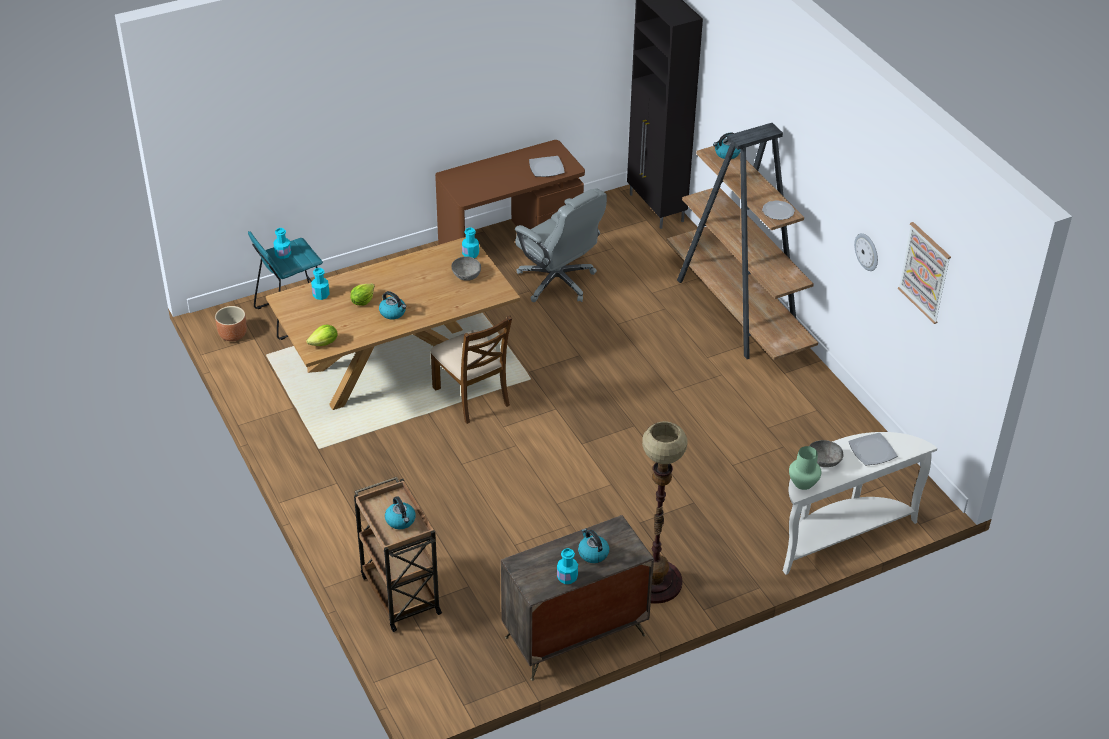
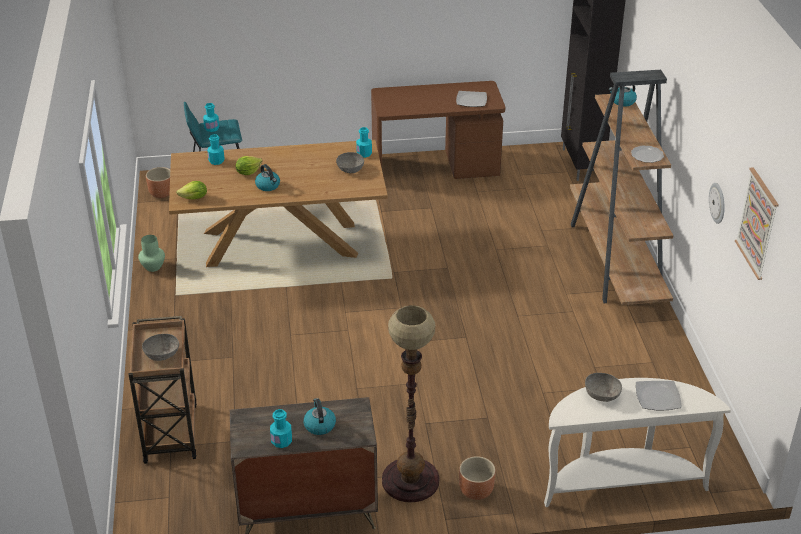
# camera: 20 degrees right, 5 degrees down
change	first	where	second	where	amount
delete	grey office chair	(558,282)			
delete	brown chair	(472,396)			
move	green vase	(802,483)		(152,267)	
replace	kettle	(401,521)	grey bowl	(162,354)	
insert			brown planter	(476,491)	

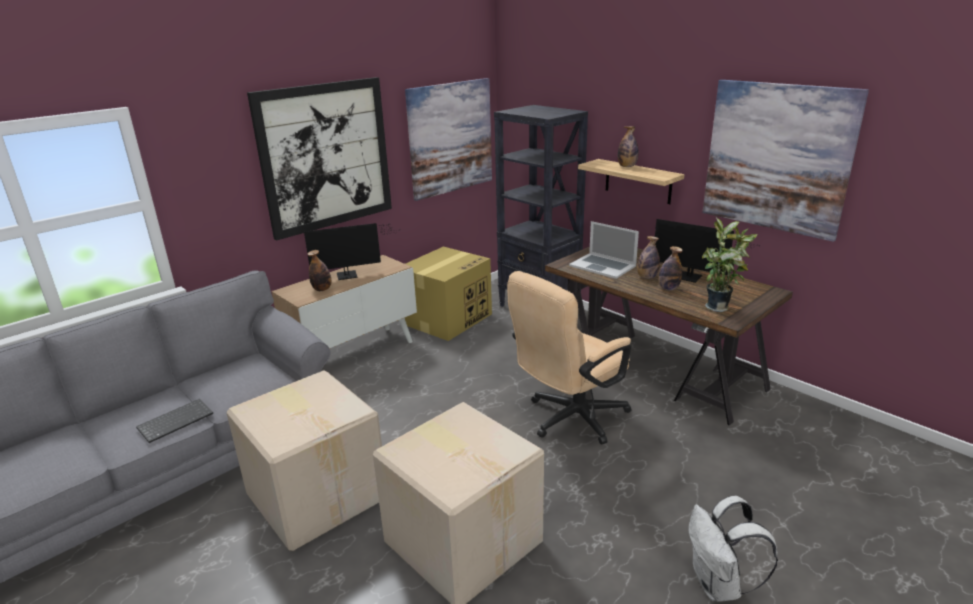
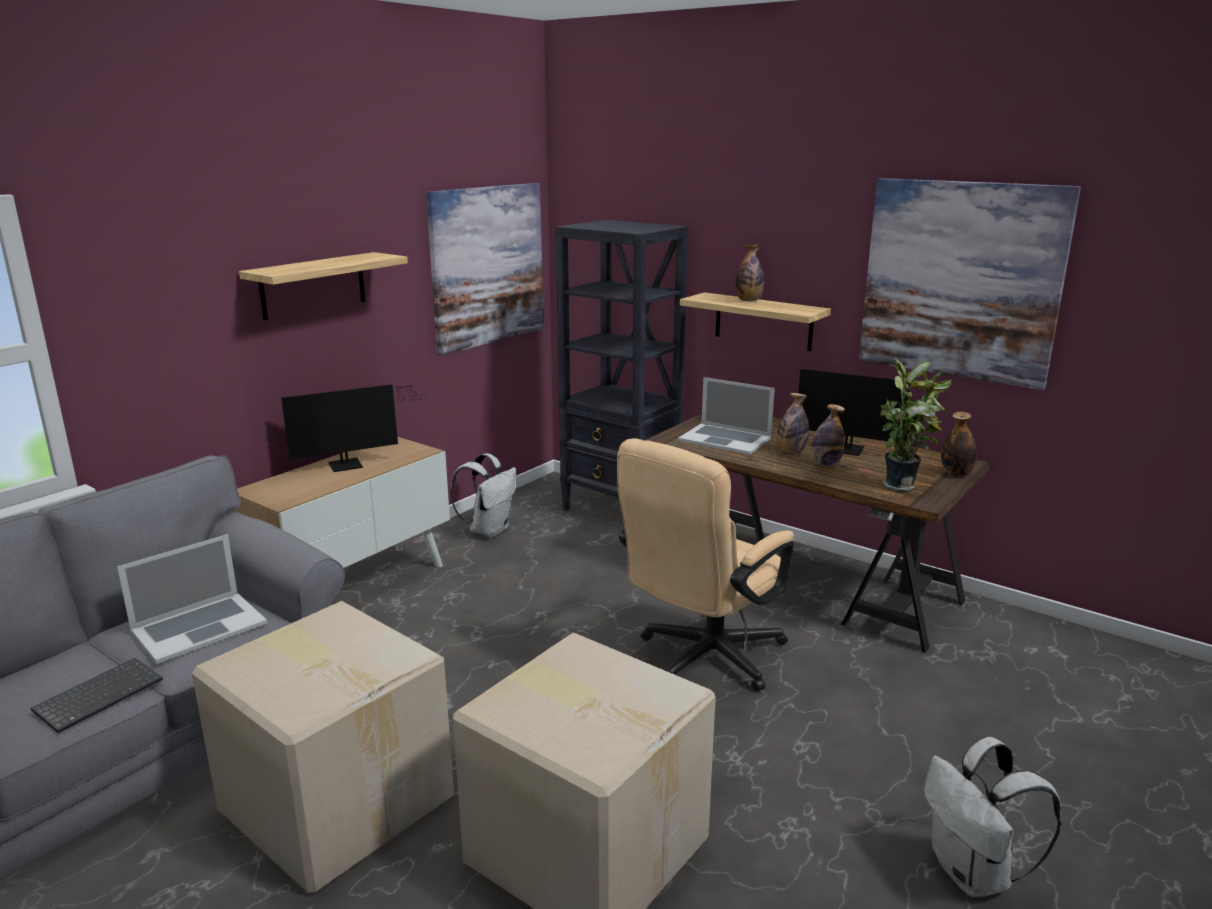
# camera: 10 degrees left, 5 degrees down
change	first	where	second	where	amount
replace	picture	(326,156)	shelf	(313,285)	
replace	cardboard box	(447,318)	white backpack	(489,530)	
move	bottle	(322,289)		(956,473)	
insert			laptop	(199,627)	

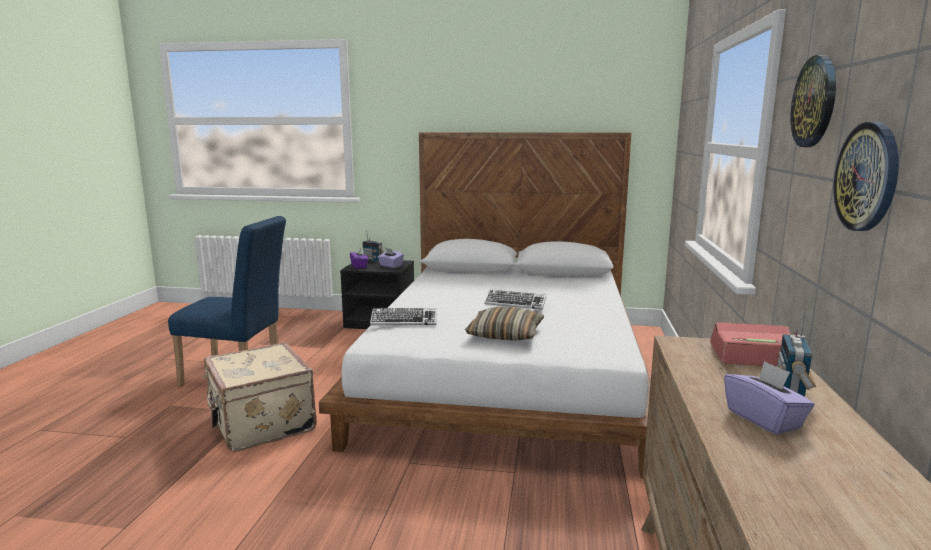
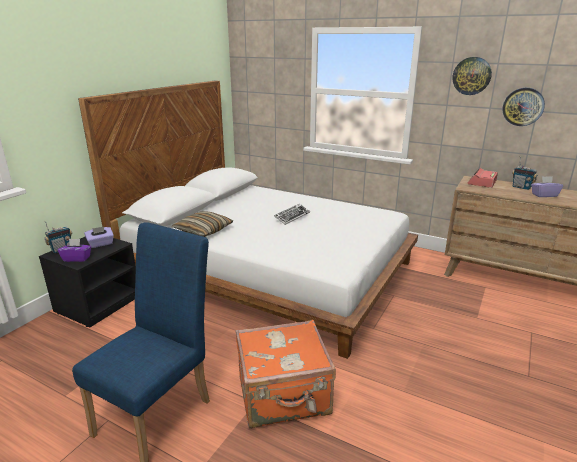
# camera: 70 degrees left, 10 degrees up
change	first	where	second	where	amount
move	pillow	(505,334)		(203,230)	
delete	keyboard	(404,321)			
recolor	beige suitcase	(260,424)	orange suitcase	(284,396)	

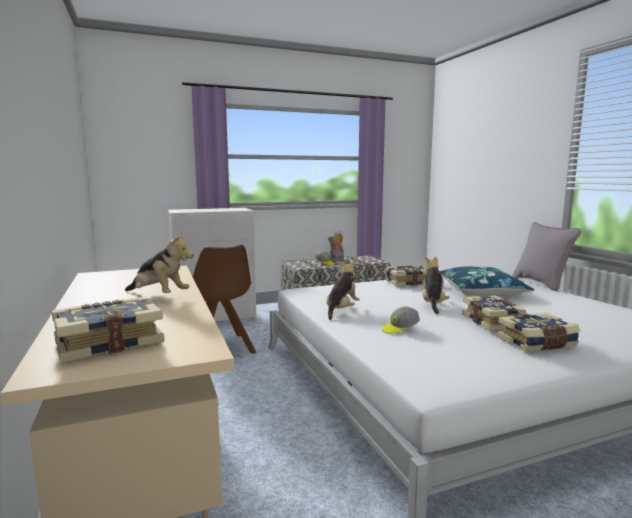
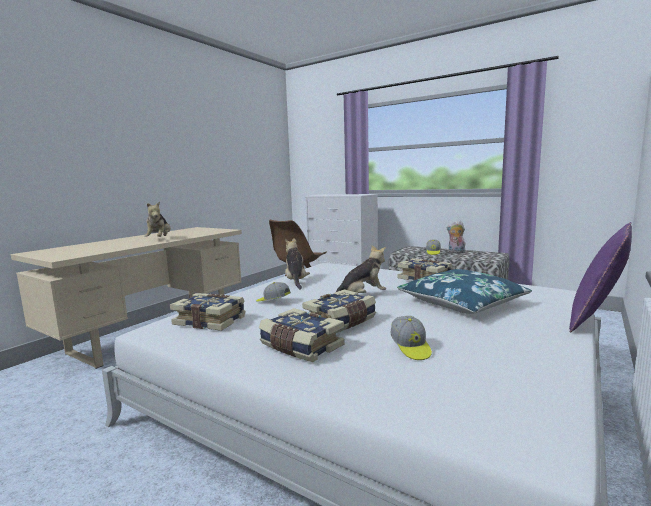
# camera: 55 degrees right, 0 degrees up
change	first	where	second	where	amount
recolor	grey pillow	(541,283)	purple pillow	(596,321)	
rotate	plush toy	(341,310)		(296,281)	90 degrees counterclockwise
move	book	(109,342)		(210,321)	
insert			cap	(410,348)	

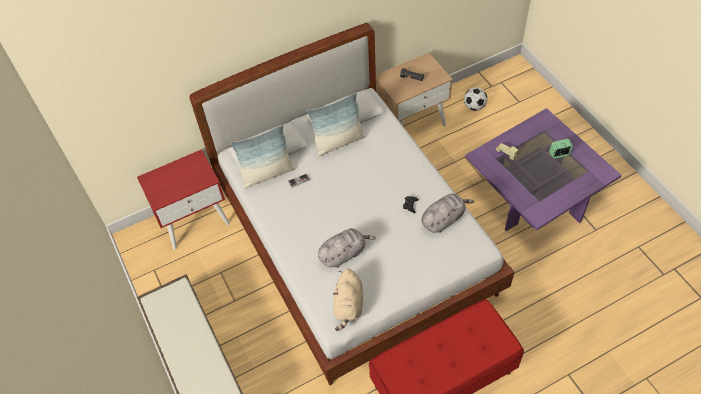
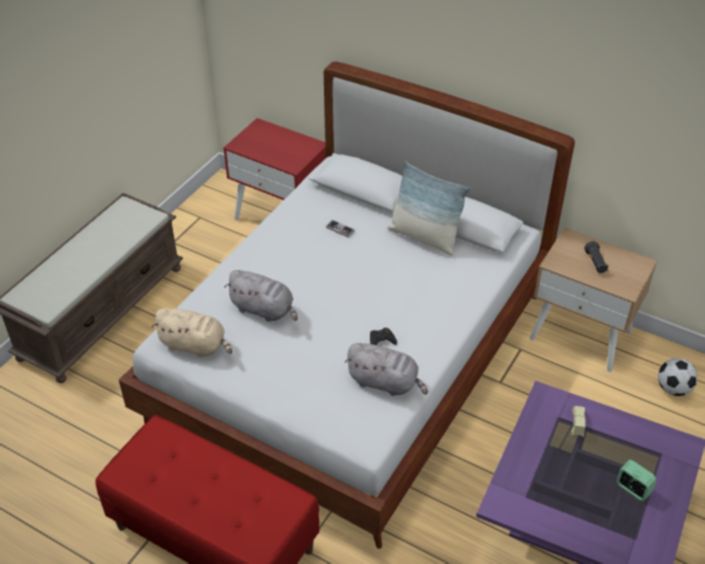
# camera: 55 degrees right, 10 degrees down
change	first	where	second	where	amount
delete	pillow	(267,174)			
rotate	beige plush toy	(348,306)		(195,345)	135 degrees counterclockwise

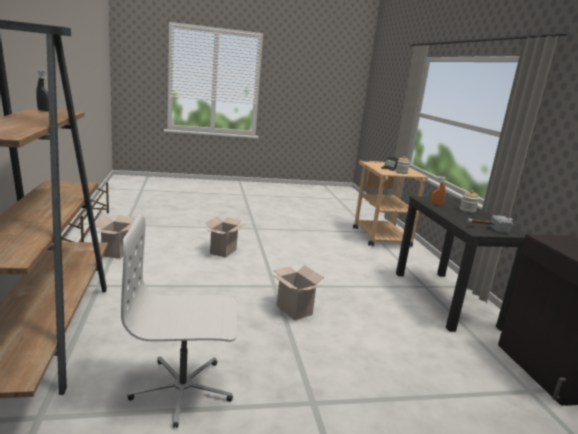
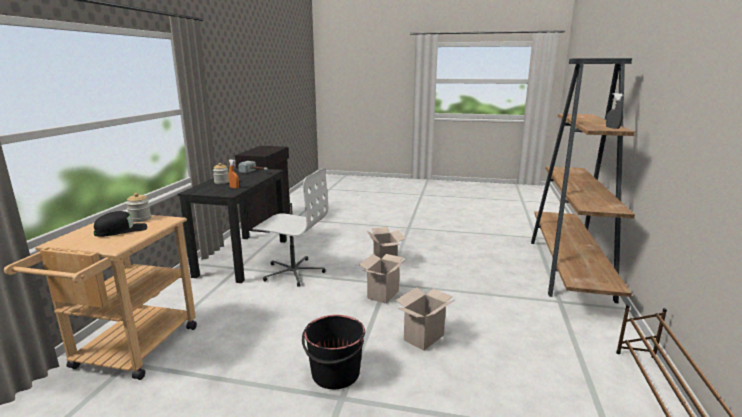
# camera: 155 degrees left, 0 degrees up
change	first	where	second	where	amount
move	cardboard box	(117,253)		(382,294)	
move	white office chair	(183,390)		(293,272)	
insert			black bucket	(335,374)	

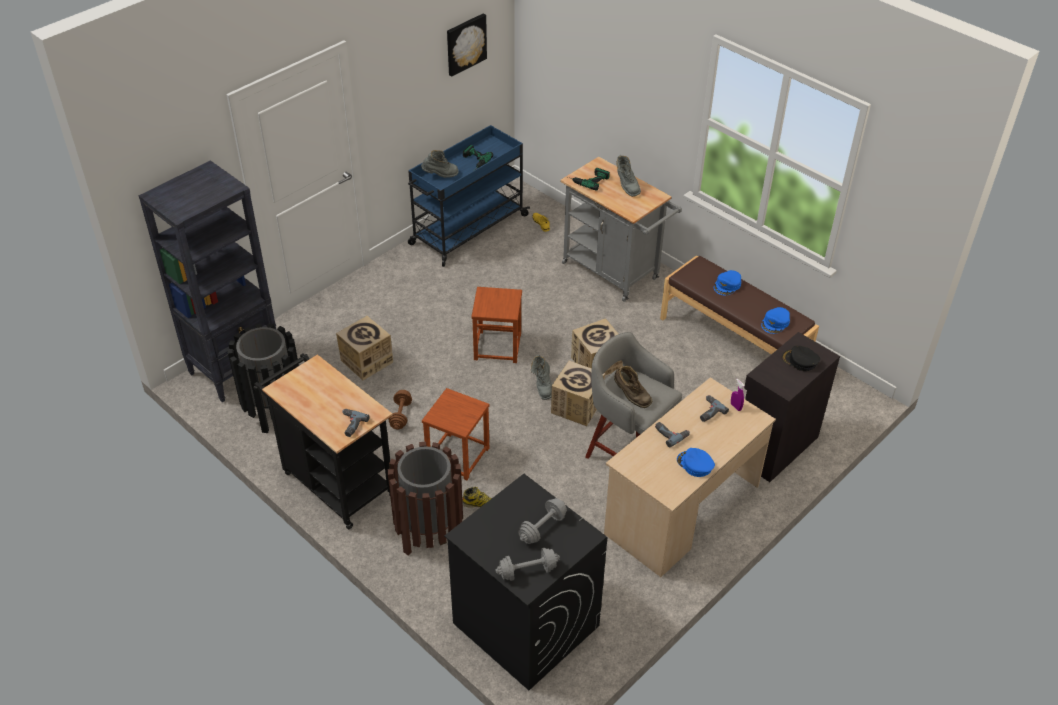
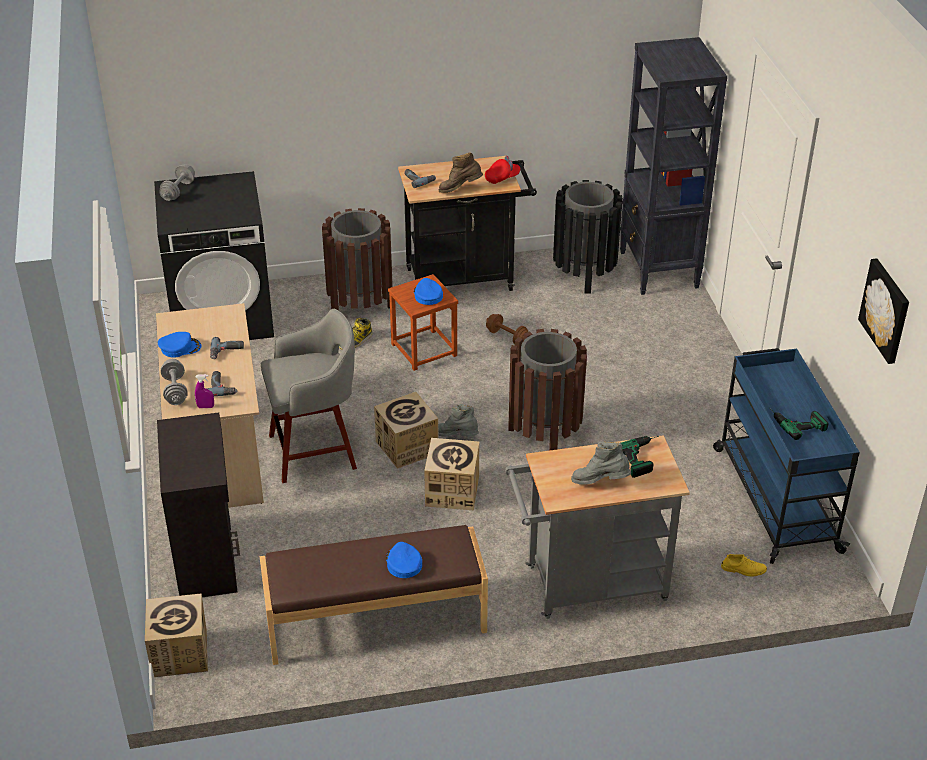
# camera: 125 degrees right, 5 degrees down
change	first	where	second	where	amount
delete	grey boot	(440,176)			
replace	brown stool	(497,346)	brown trash can	(544,433)	
move	blue cap	(775,323)		(427,295)	
move	cardboard box	(366,361)		(180,653)	
delete	black cap	(800,361)			
move	brown boot	(631,396)		(460,189)	
move	grey dumbbell	(542,528)		(175,390)	
insert			red cap	(502,178)	

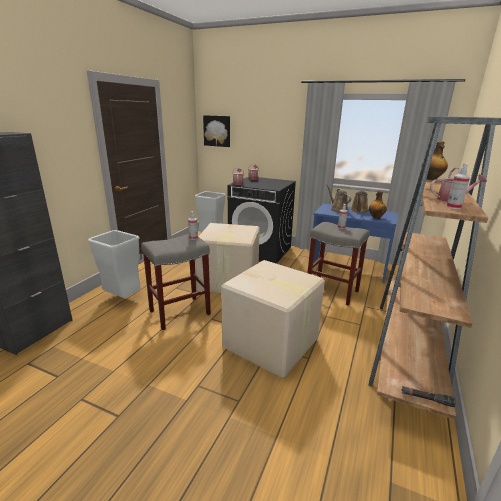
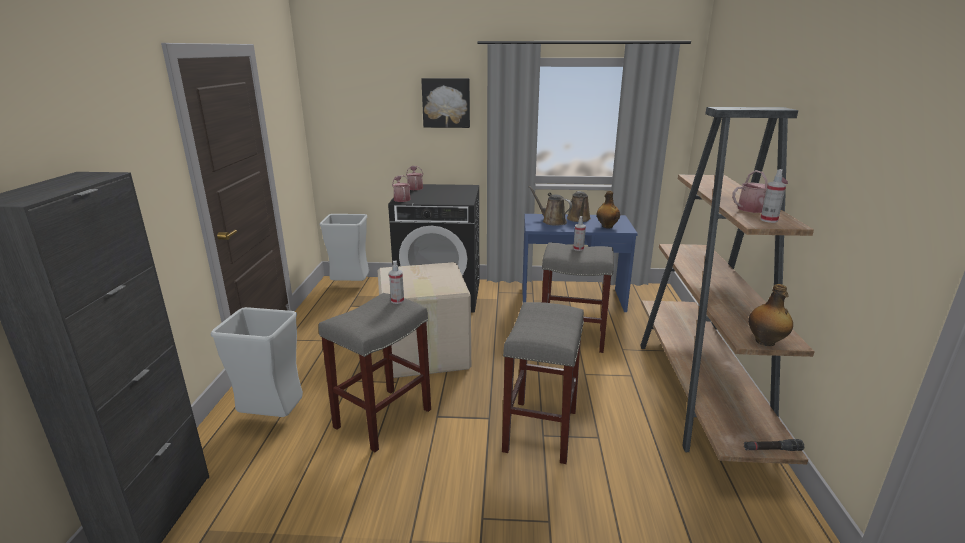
# camera: 20 degrees left, 0 degrees up
change	first	where	second	where	amount
move	picture	(217,131)		(446,103)	
move	bottle	(431,179)		(765,342)	
replace	cardboard box	(271,344)	grey stool	(541,431)	

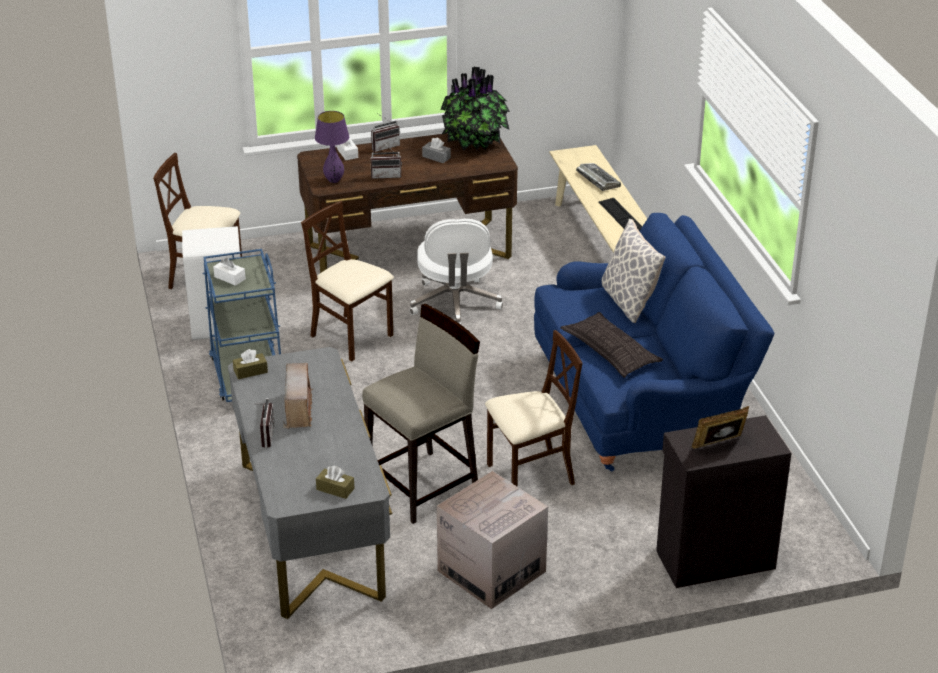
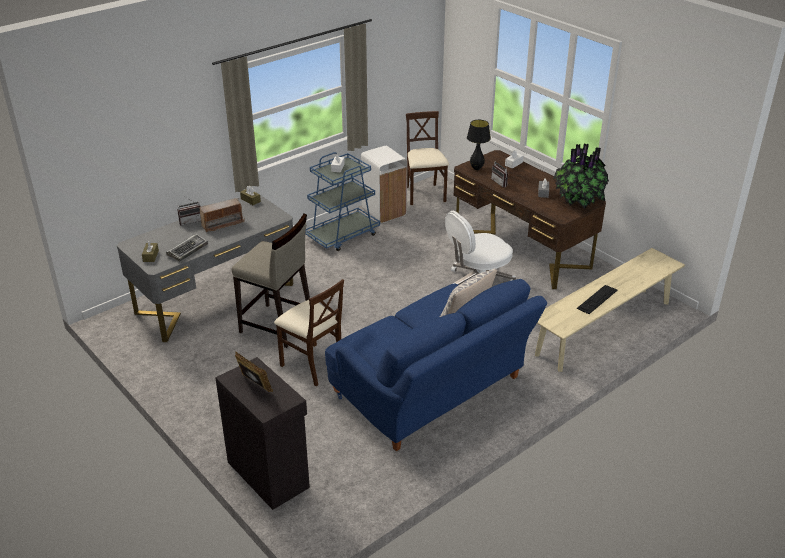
# camera: 65 degrees right, 0 degrees up
change	first	where	second	where	amount
recolor	purple table lamp	(334,180)	black table lamp	(476,168)	
delete	radio	(384,146)			
move	keyboard	(597,180)		(187,250)	
delete	beige chair	(351,337)			
delete	pillow	(610,351)			
delete	cardboard box	(491,571)			

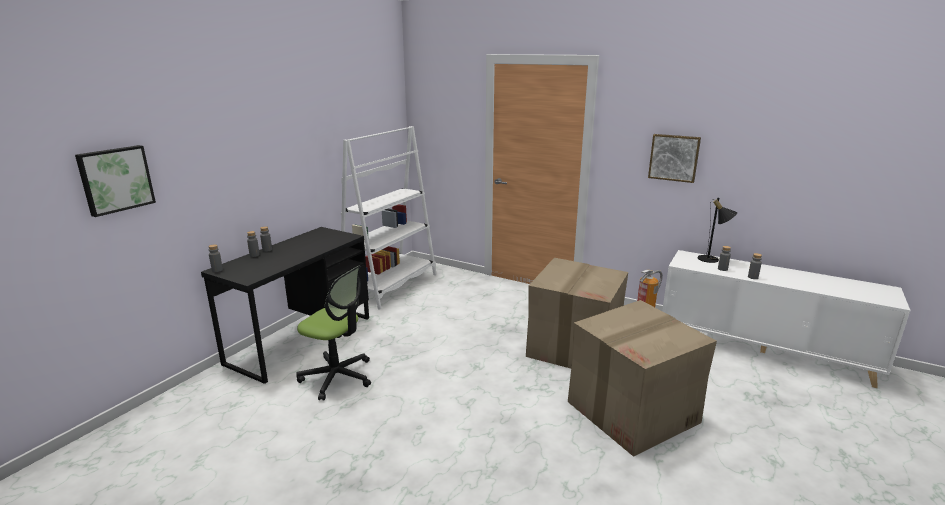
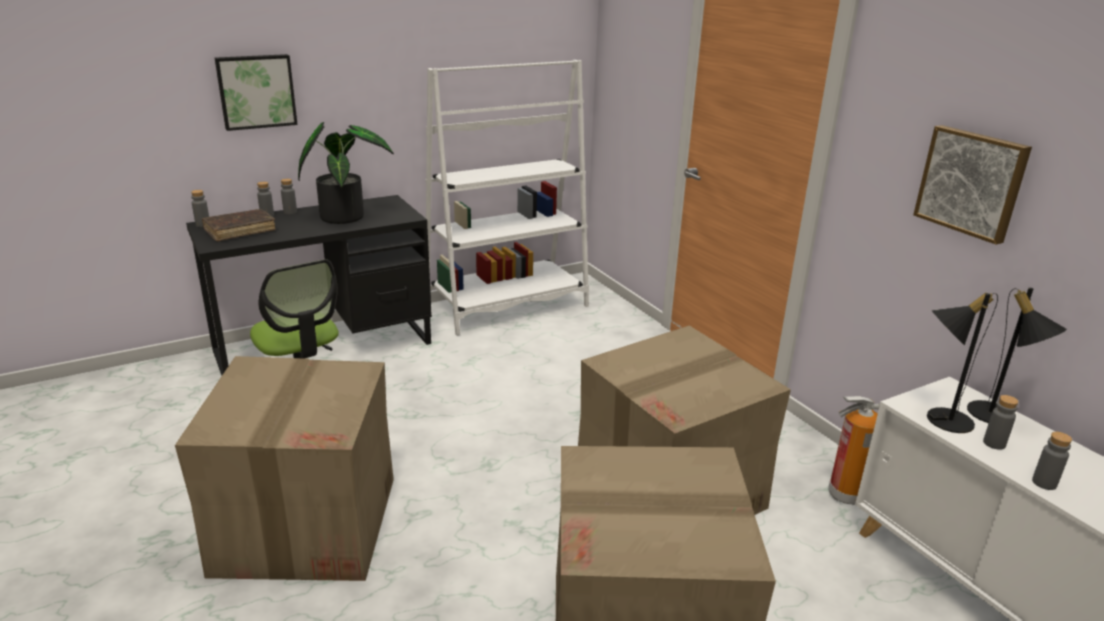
# camera: 30 degrees right, 5 degrees up
change	first	where	second	where	amount
move	picture	(115,179)		(256,91)	
insert			potted plant	(345,215)	
insert			brown book	(240,231)	
insert			black table lamp	(940,418)	
insert			cardboard box	(307,523)	

